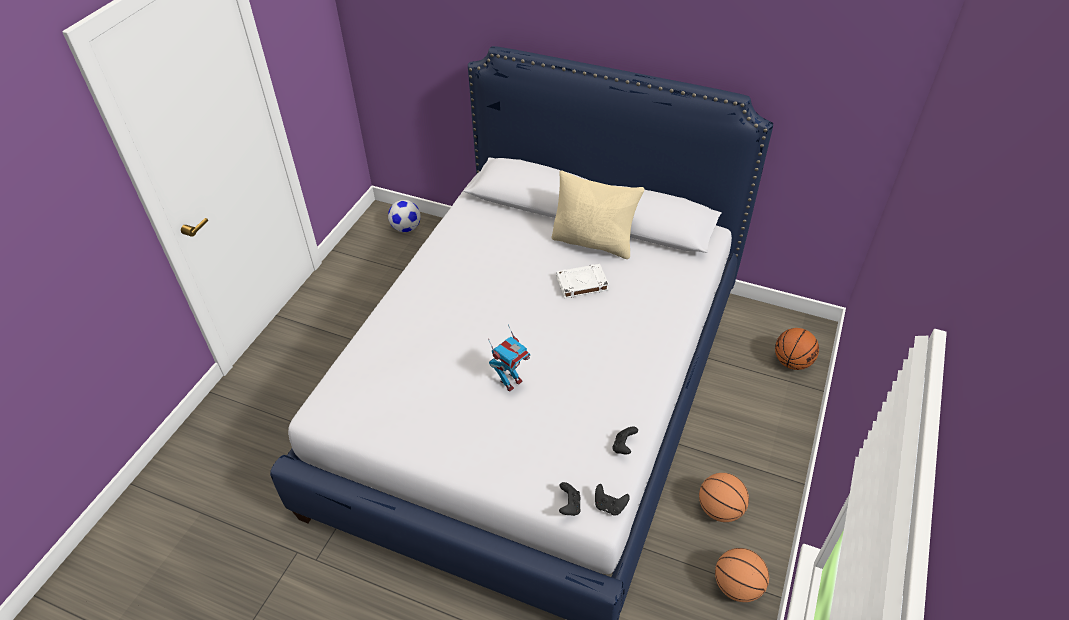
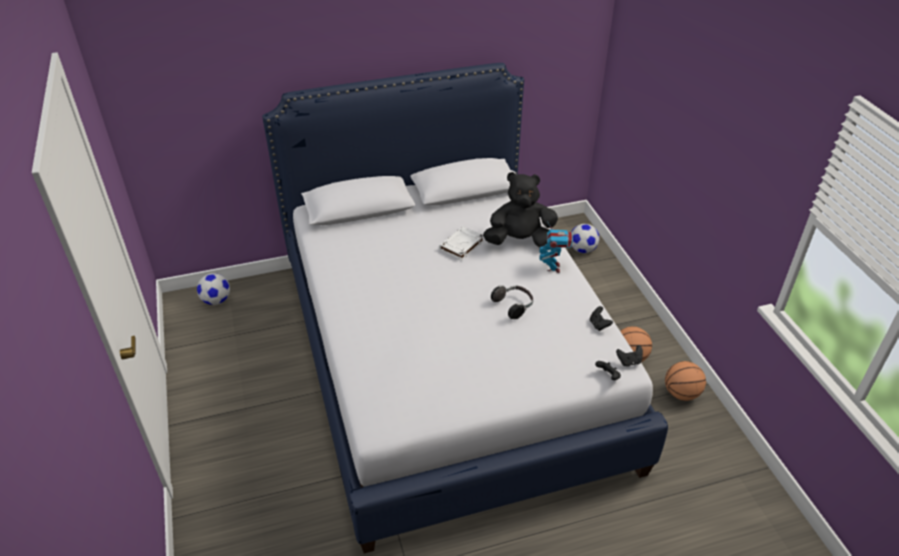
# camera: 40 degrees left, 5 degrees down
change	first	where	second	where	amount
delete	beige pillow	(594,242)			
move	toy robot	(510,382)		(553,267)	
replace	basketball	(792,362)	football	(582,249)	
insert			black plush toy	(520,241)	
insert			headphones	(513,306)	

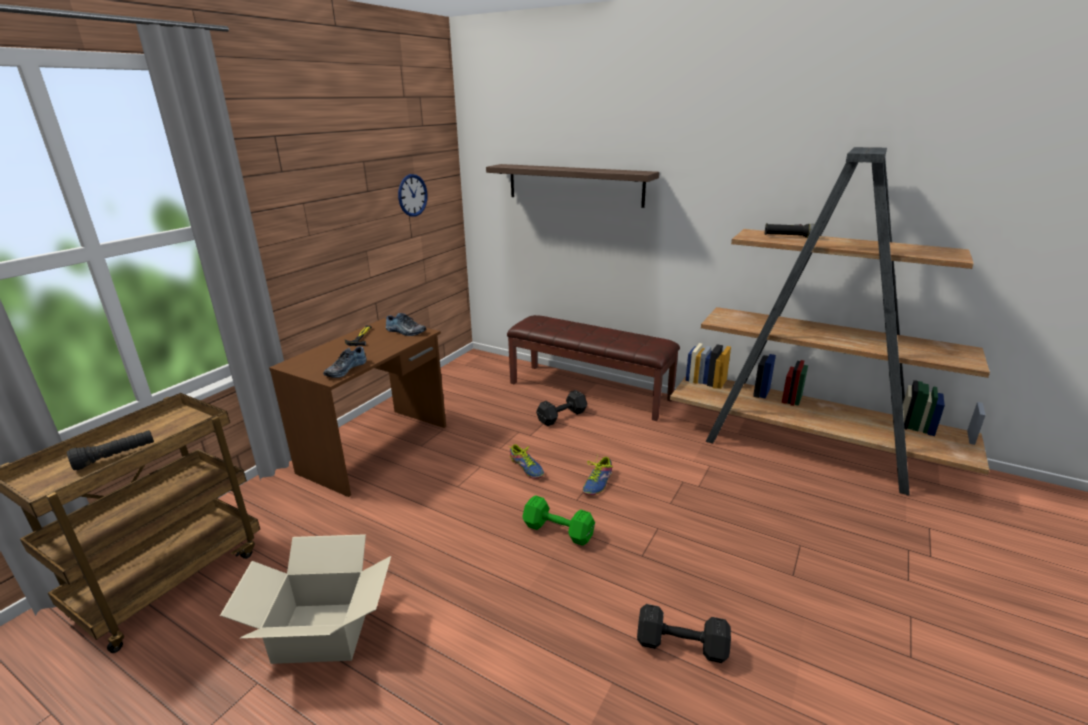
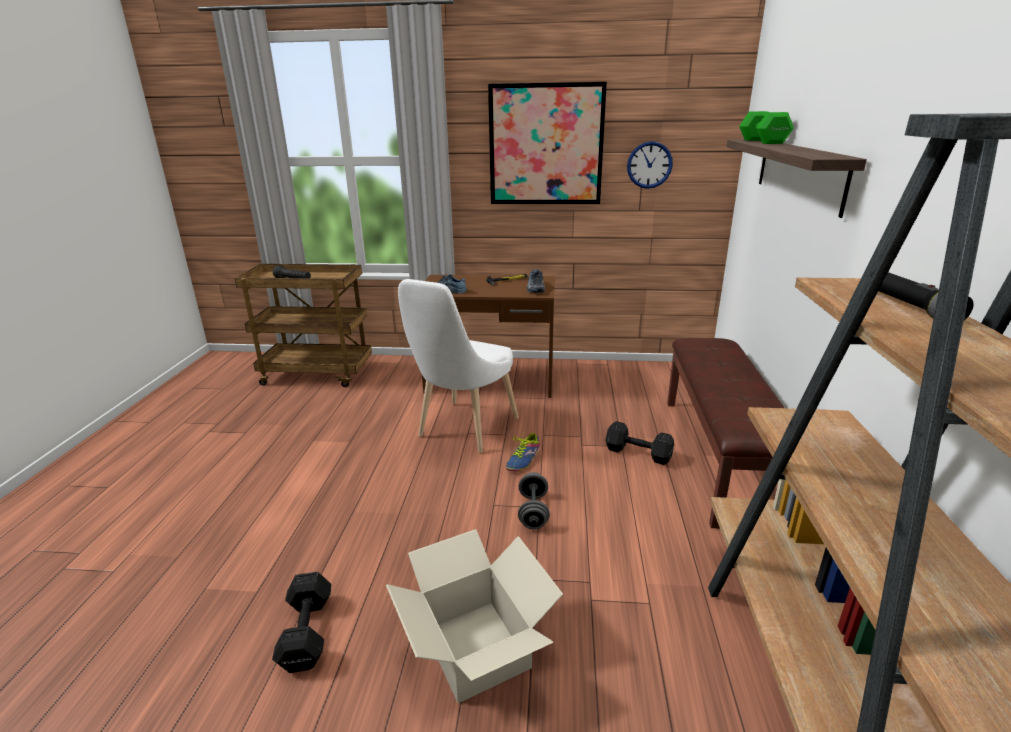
# camera: 65 degrees right, 0 degrees up
change	first	where	second	where	amount
replace	shoe	(598,483)	grey dumbbell	(533,512)	
move	green dumbbell	(557,530)		(762,141)	
move	cardboard box	(322,633)		(475,649)	
insert			picture	(546,145)	
insert			white chair	(464,430)	

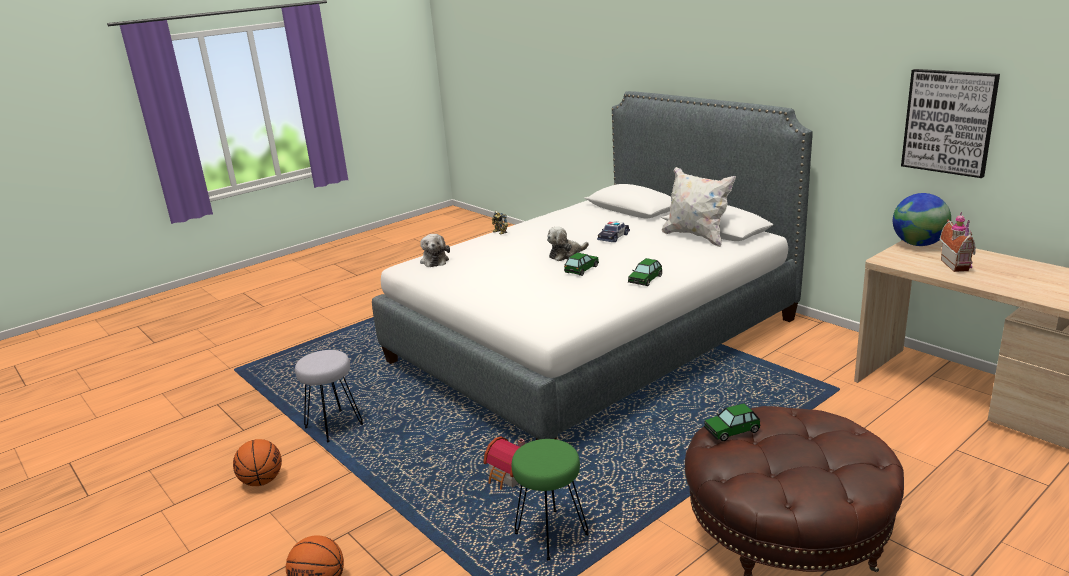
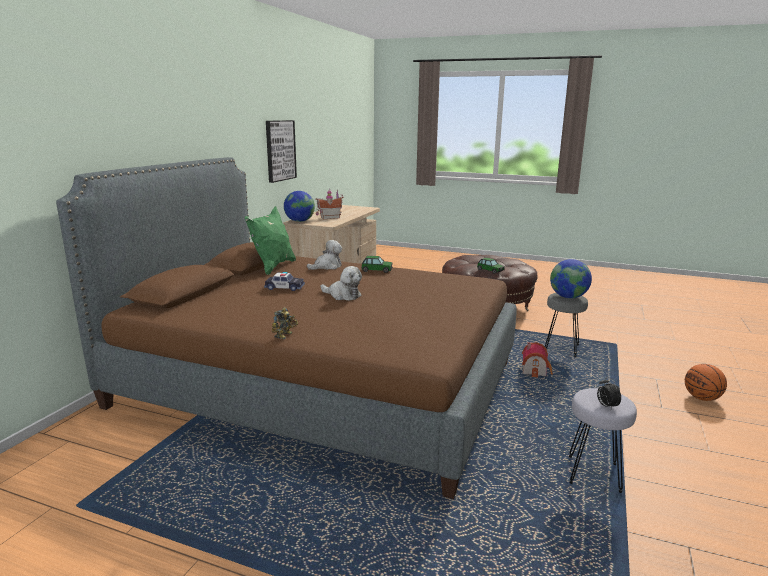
# camera: 120 degrees left, 5 degrees down
change	first	where	second	where	amount
recolor	white bed	(594,339)	brown bed	(319,384)	
recolor	white pillow	(696,236)	green pillow	(273,267)	
move	plush toy	(434,260)		(327,266)	
delete	toy car	(581,269)			
delete	basketball	(262,481)			
recolor	green stool	(550,535)	grey stool	(562,349)	
insert			globe	(568,297)	
insert			alarm clock	(606,406)	

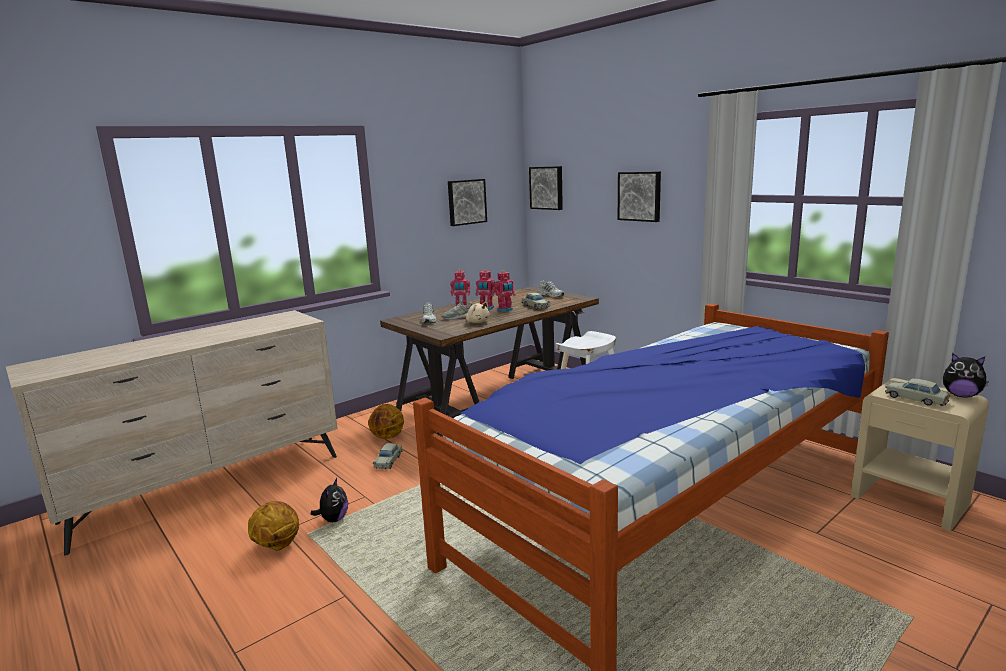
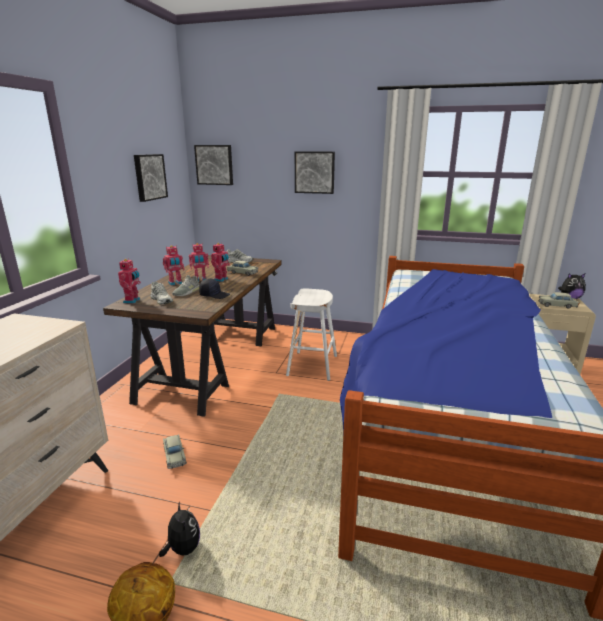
# camera: 35 degrees left, 5 degrees up
change	first	where	second	where	amount
replace	beige plush toy	(477,322)	black cap	(214,295)	
delete	basketball	(388,437)			
insert			toy robot	(132,301)	

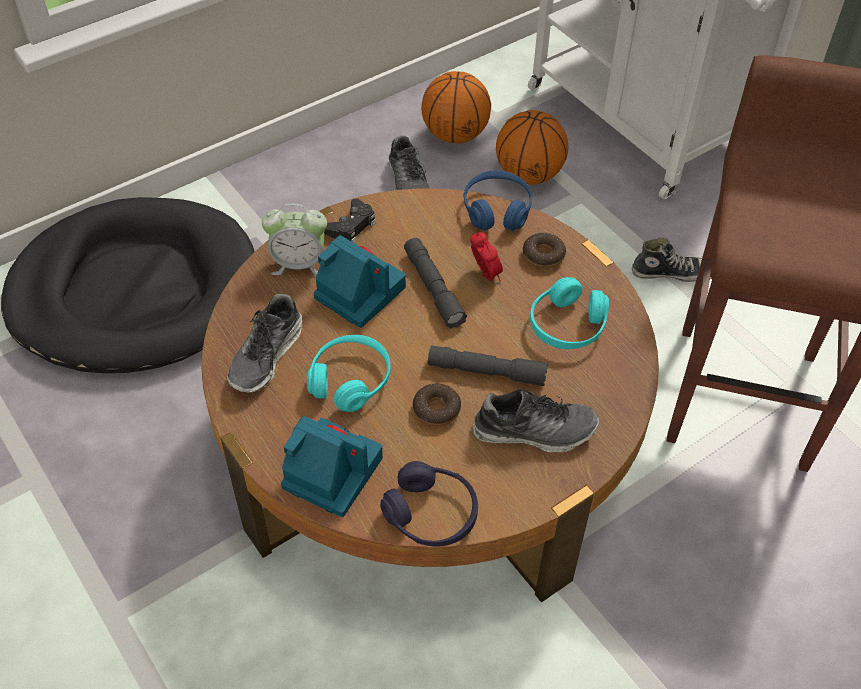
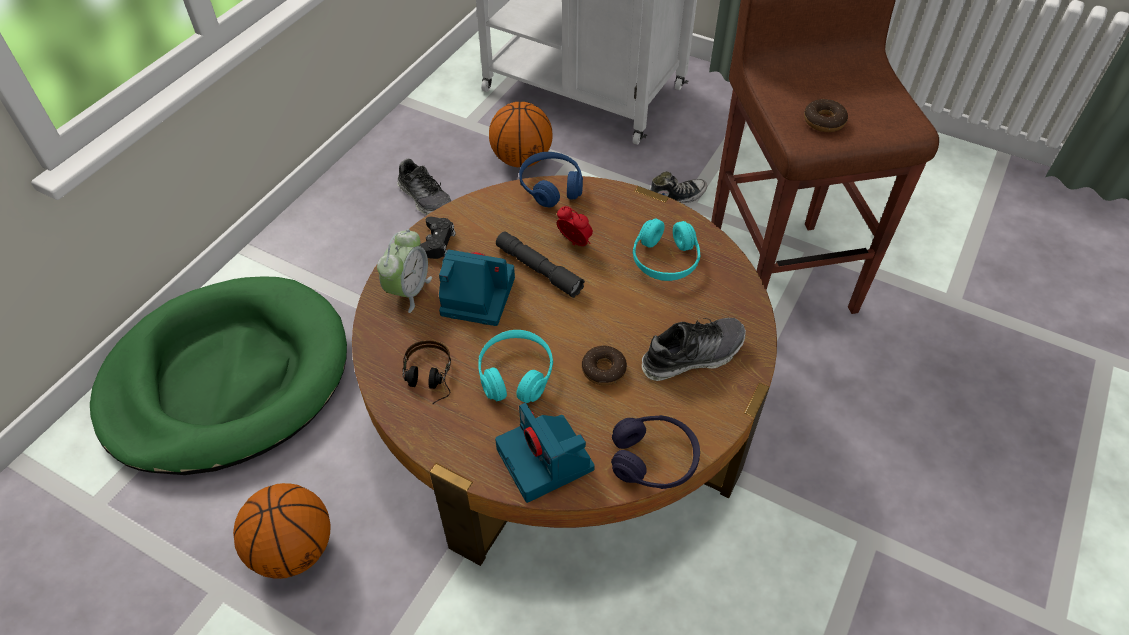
# camera: 25 degrees left, 0 degrees up
change	first	where	second	where	amount
move	basketball	(455,135)		(294,549)	
recolor	black dog bed	(135,292)	green dog bed	(227,378)	
rotate	alarm clock	(299,264)		(408,291)	45 degrees counterclockwise
move	donut	(543,255)		(824,121)	
replace	shoe	(266,356)	headphones	(428,382)	
delete	grey flashlight	(486,372)			
rotate	photo camera	(330,472)		(547,461)	120 degrees counterclockwise

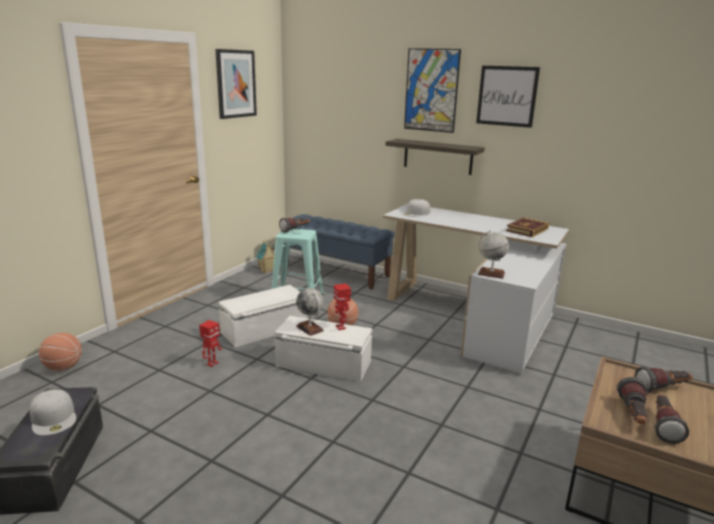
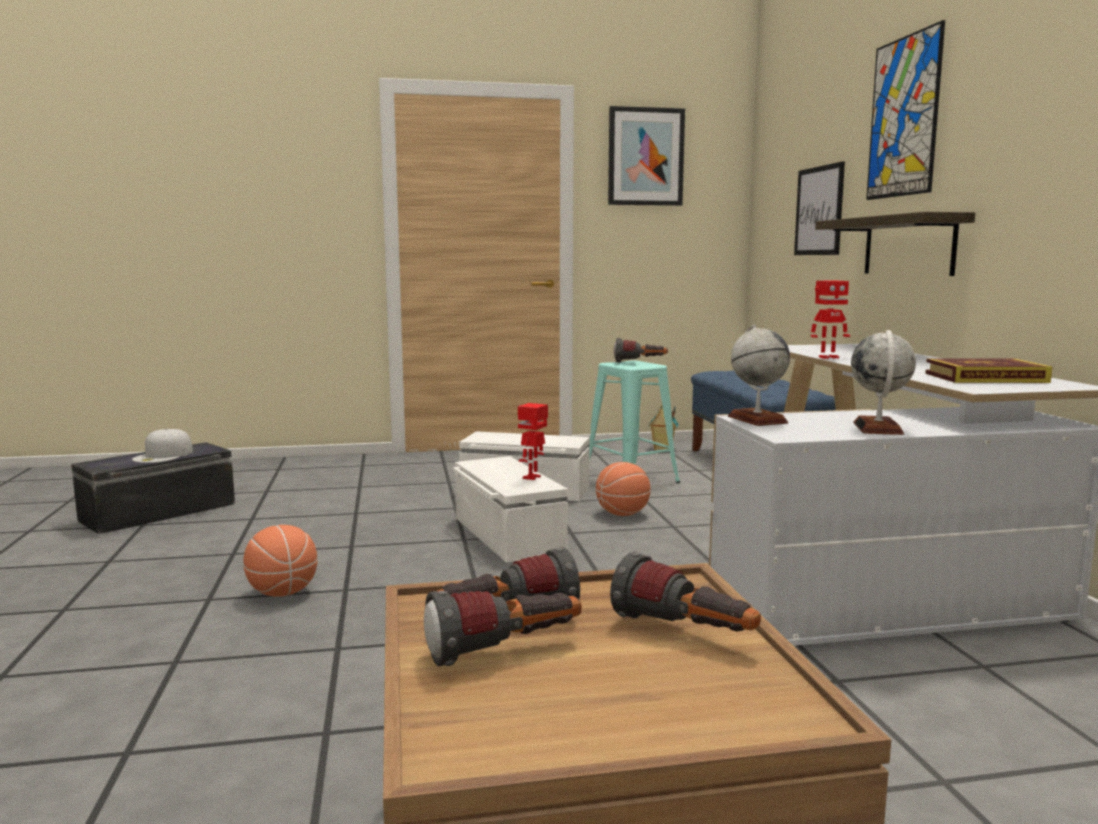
# camera: 50 degrees right, 10 degrees down
change	first	where	second	where	amount
move	picture	(507,96)		(819,211)	
delete	white cap	(415,213)			
move	globe	(310,328)		(878,428)	
move	toy robot	(212,363)		(827,357)	
move	basketball	(63,367)		(282,593)	

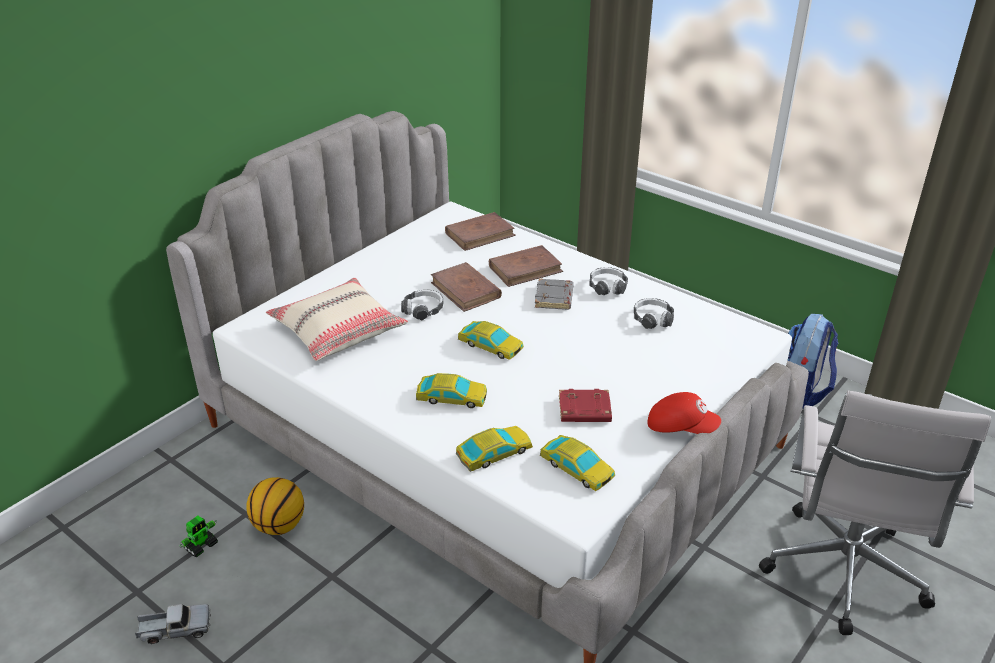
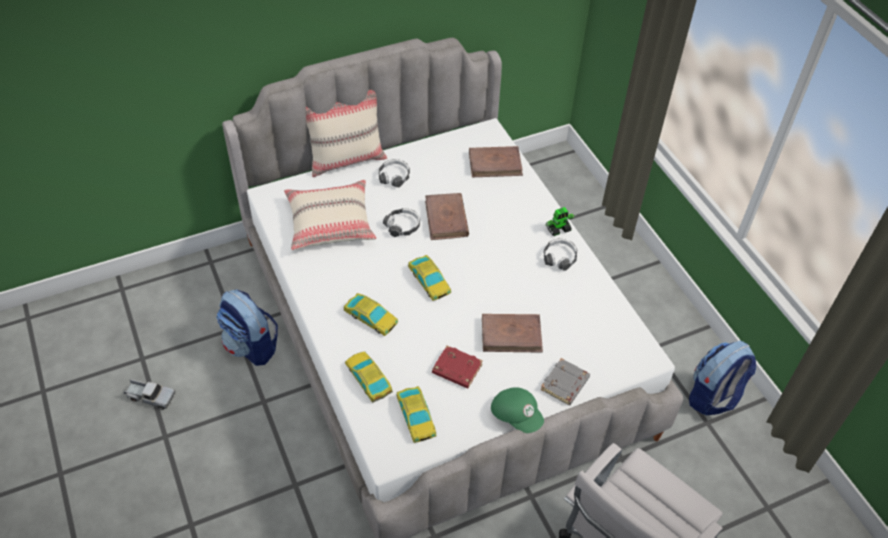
# camera: 25 degrees right, 15 degrees up
change	first	where	second	where	amount
move	brown book	(525,269)		(511,335)	
move	grey book	(554,298)		(565,384)	
move	headphones	(652,319)		(394,176)	
recolor	red cap	(681,427)	green cap	(516,415)	
rotate	toy car	(494,453)		(368,379)	120 degrees counterclockwise
replace	basketball	(279,525)	backpack	(251,346)	
move	toy robot	(201,546)		(558,229)	
insert			beige pillow	(346,159)	

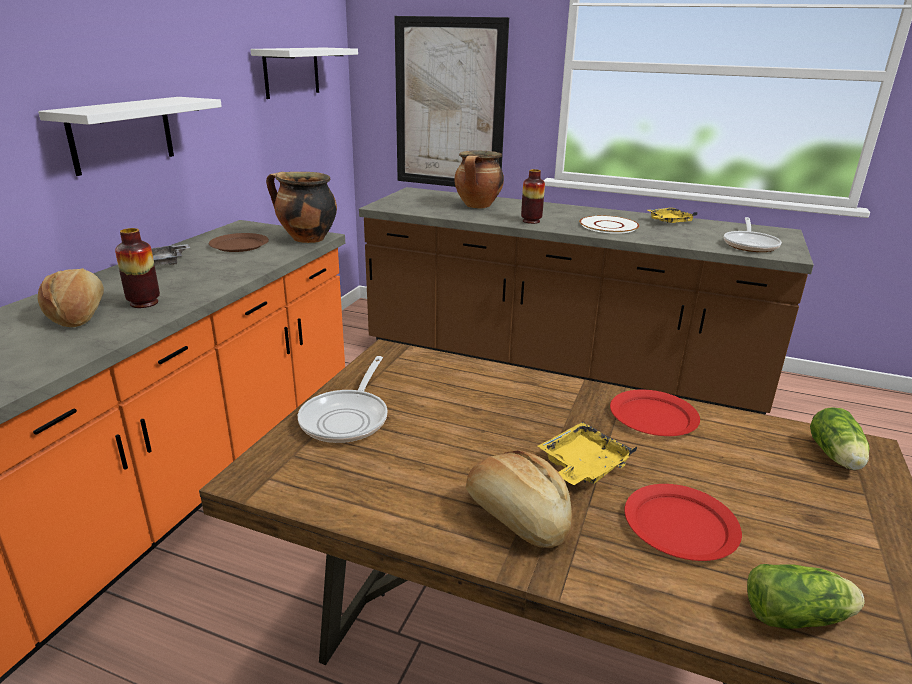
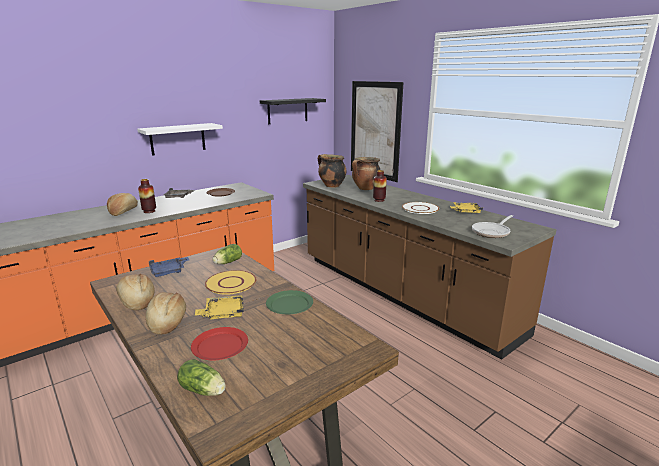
# camera: 30 degrees right, 5 degrees down
change	first	where	second	where	amount
recolor	white shelf	(291,72)	black shelf	(287,111)	
move	cooking pot	(306,239)		(331,186)	
replace	frying pan	(347,418)	blue tray	(169,271)	
recolor	red plate	(654,417)	green plate	(289,305)	
move	lettuce	(836,457)		(227,262)	
insert			yellow plate	(230,283)	
insert			bread	(136,301)	

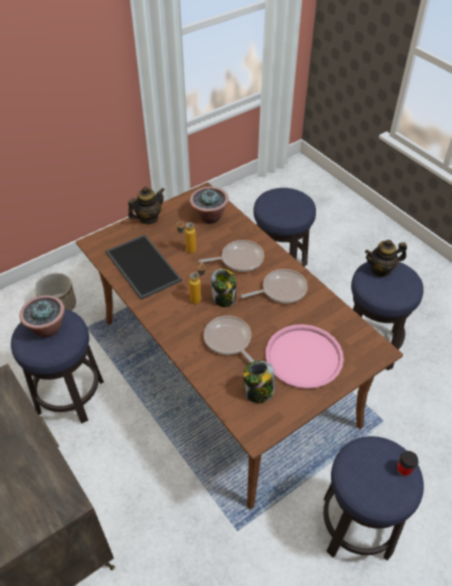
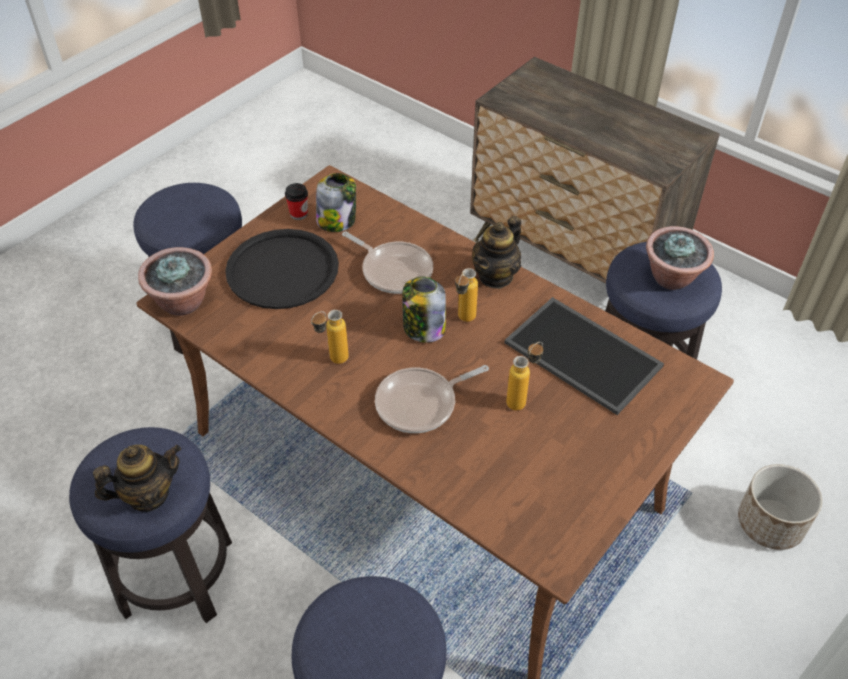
# camera: 165 degrees right, 0 degrees up
change	first	where	second	where	amount
move	teapot	(148,218)		(496,276)	
move	potted plant	(209,217)		(183,302)	
replace	frying pan	(281,290)	bottle	(332,361)	
recolor	pink tray	(304,356)	black tray	(282,270)	
move	cup	(404,470)		(299,214)	

